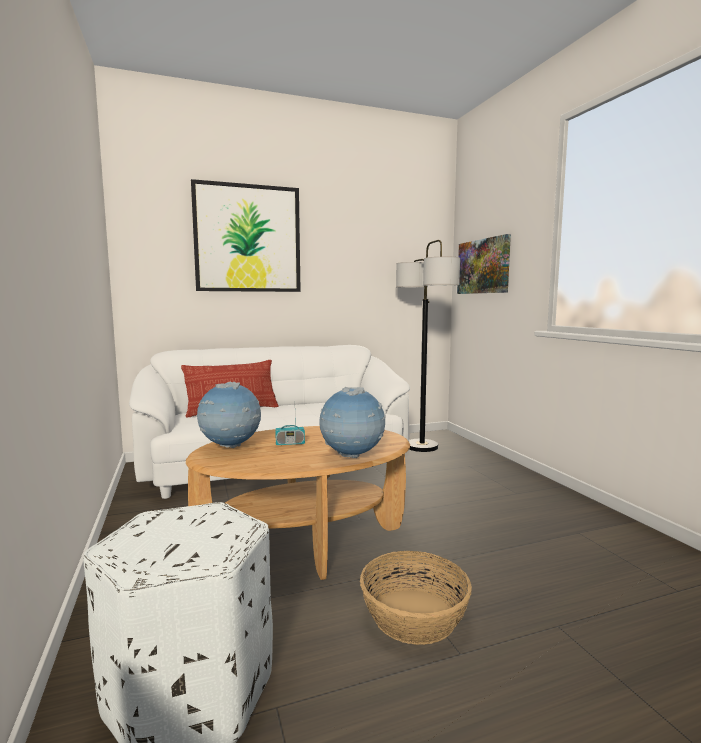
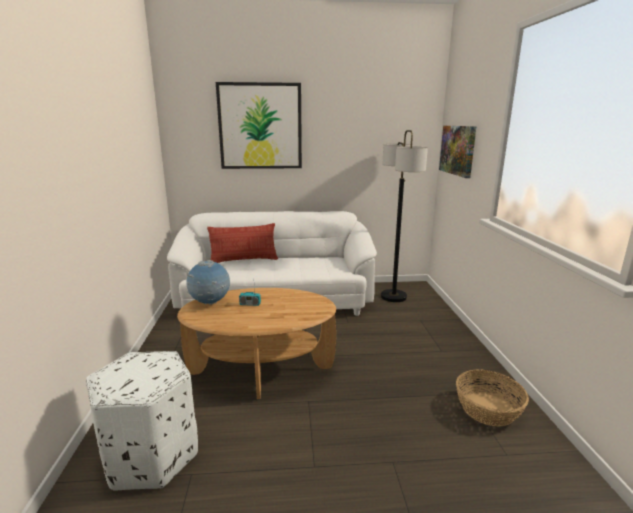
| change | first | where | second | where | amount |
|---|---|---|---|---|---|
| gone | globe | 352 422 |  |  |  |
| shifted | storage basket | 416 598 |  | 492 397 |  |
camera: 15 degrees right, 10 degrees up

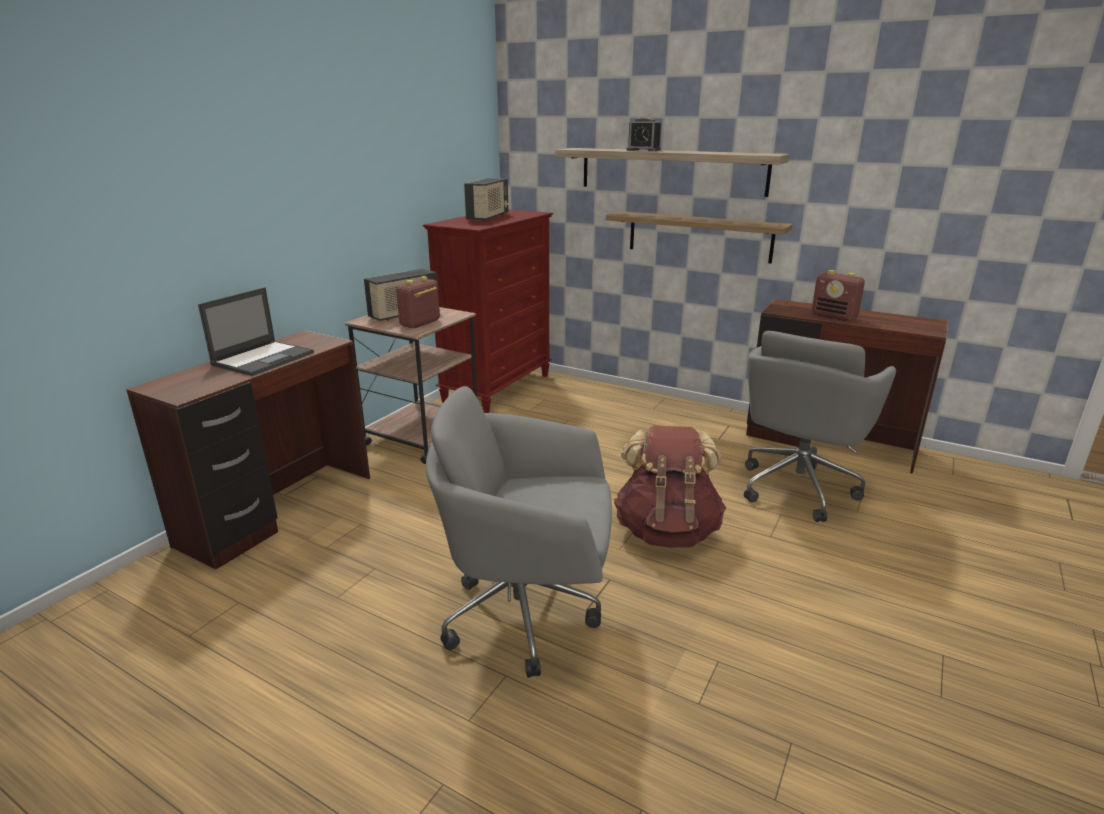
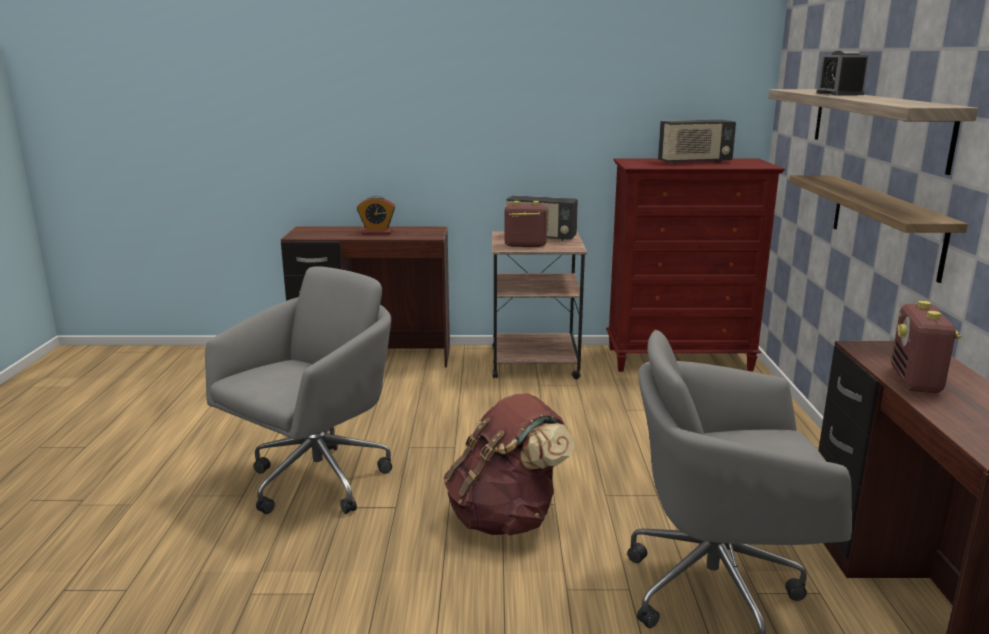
| change | first | where | second | where | amount |
|---|---|---|---|---|---|
| swapped | laptop | 256 331 | table clock | 376 215 |  |
| rotated | desk chair (greyish) | 519 532 |  | 298 390 | 60 degrees clockwise |
camera: 60 degrees right, 5 degrees down

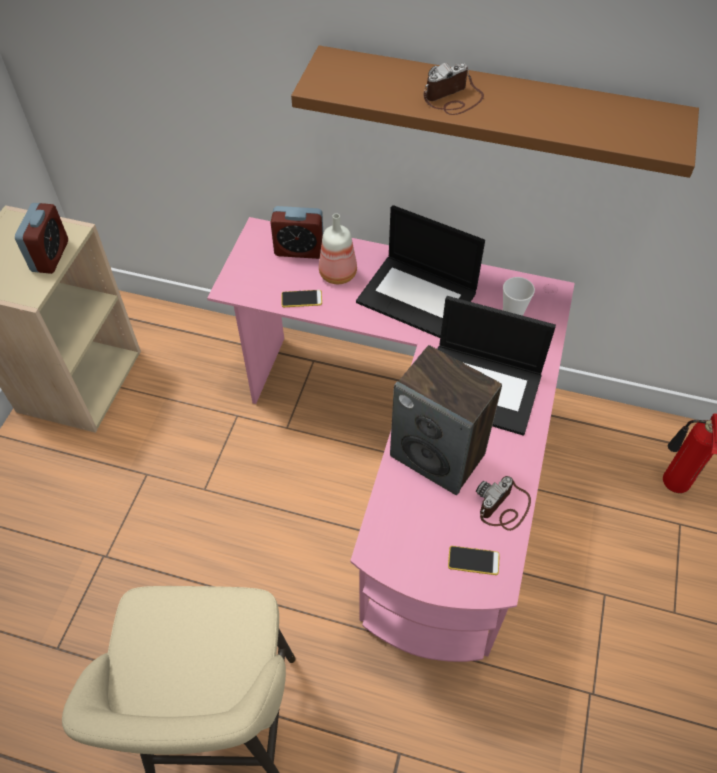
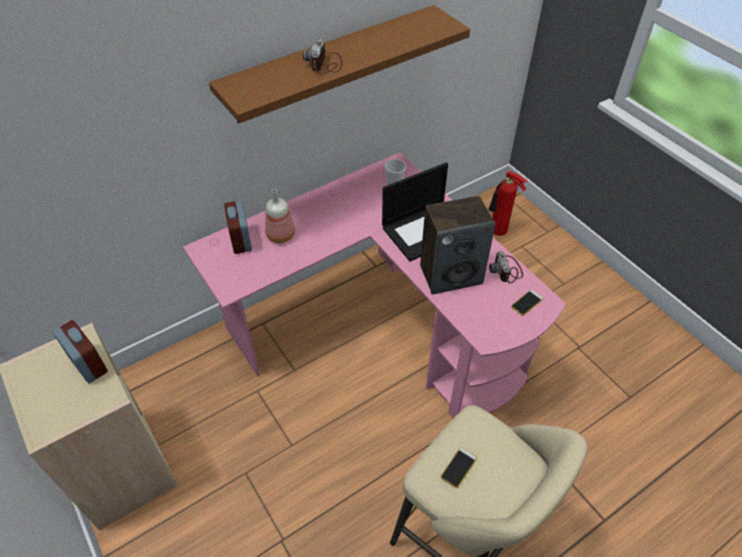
| change | first | where | second | where | amount |
|---|---|---|---|---|---|
| rotated | table clock | 296 232 |  | 238 227 | 120 degrees clockwise |
| shifted | handset | 301 298 |  | 459 467 |  |
| gone | laptop | 420 271 |  |  |  |
camera: 50 degrees left, 5 degrees down

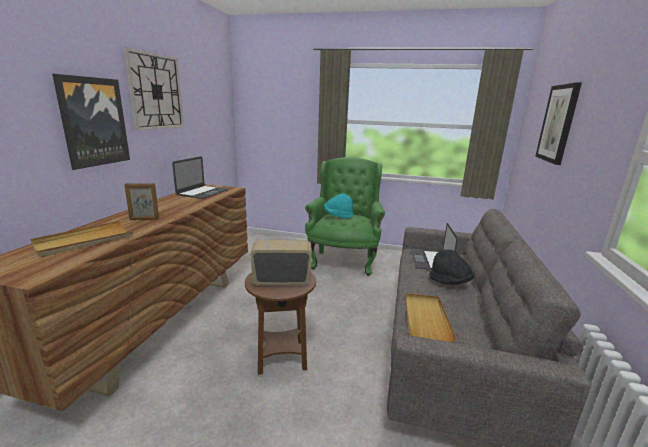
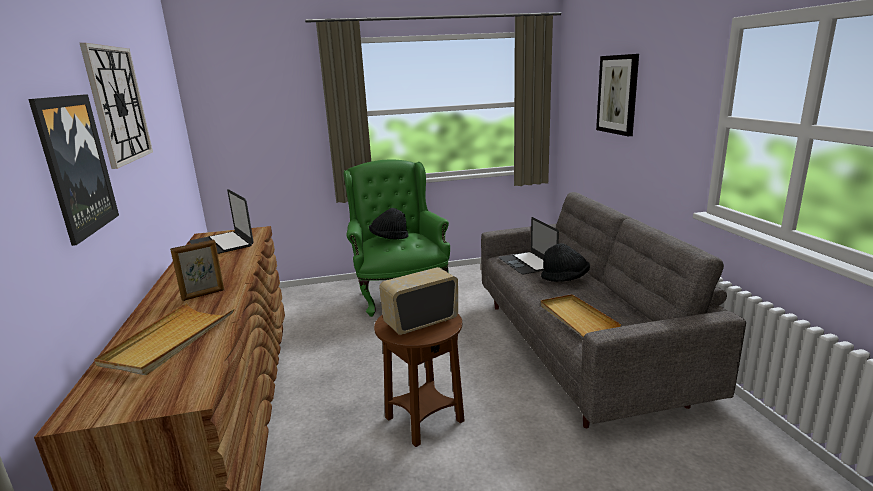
| change | first | where | second | where | amount |
|---|---|---|---|---|---|
| rotated | laptop | 200 178 |  | 221 221 | 150 degrees clockwise |
| repainted | wearable hat (turquoise) | 338 205 | wearable hat (blackish) | 388 224 |  |
camera: 25 degrees left, 0 degrees up

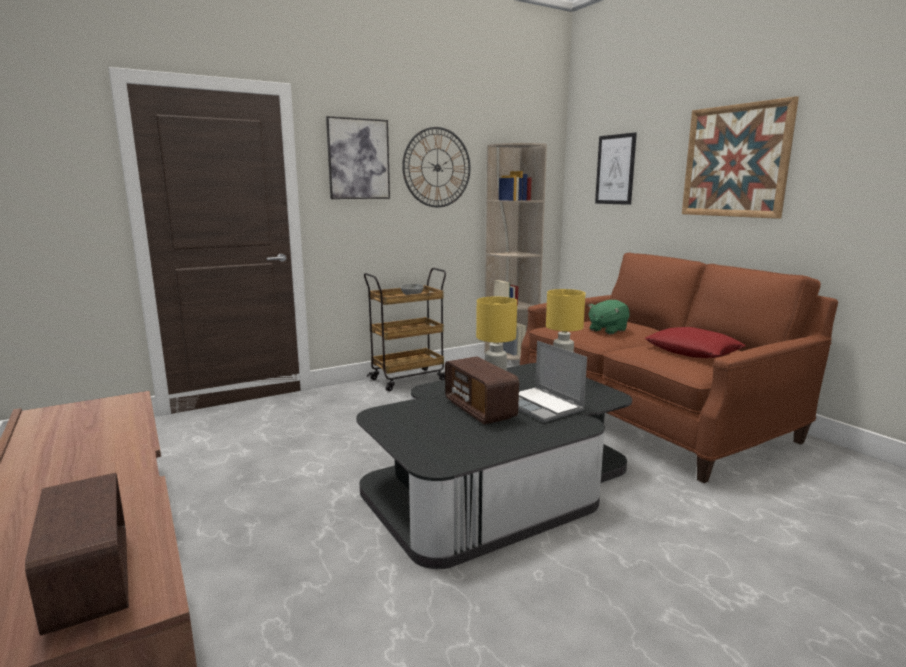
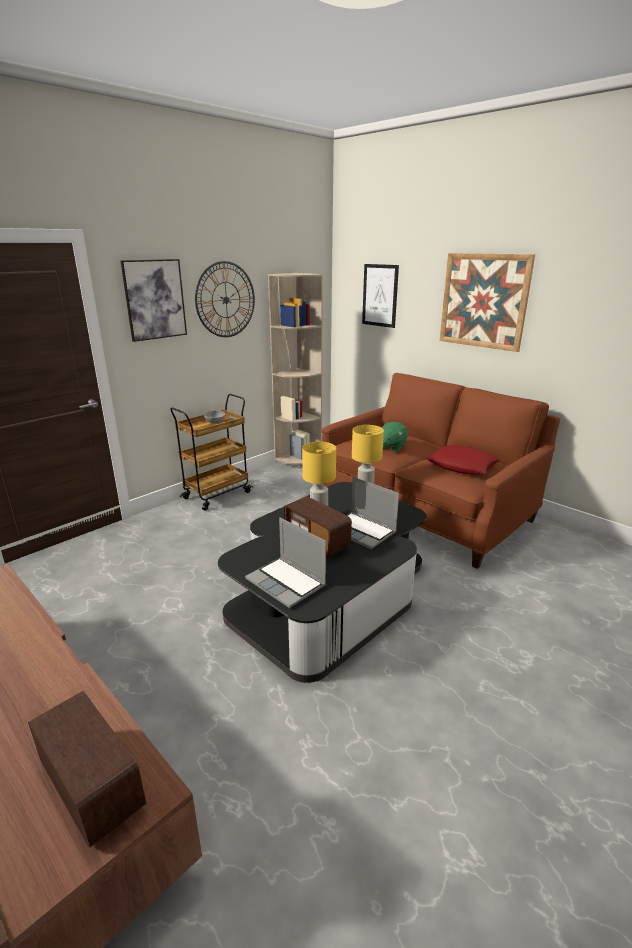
| change | first | where | second | where | amount |
|---|---|---|---|---|---|
| new |  |  | laptop | 285 562 |  |
camera: 15 degrees left, 10 degrees up

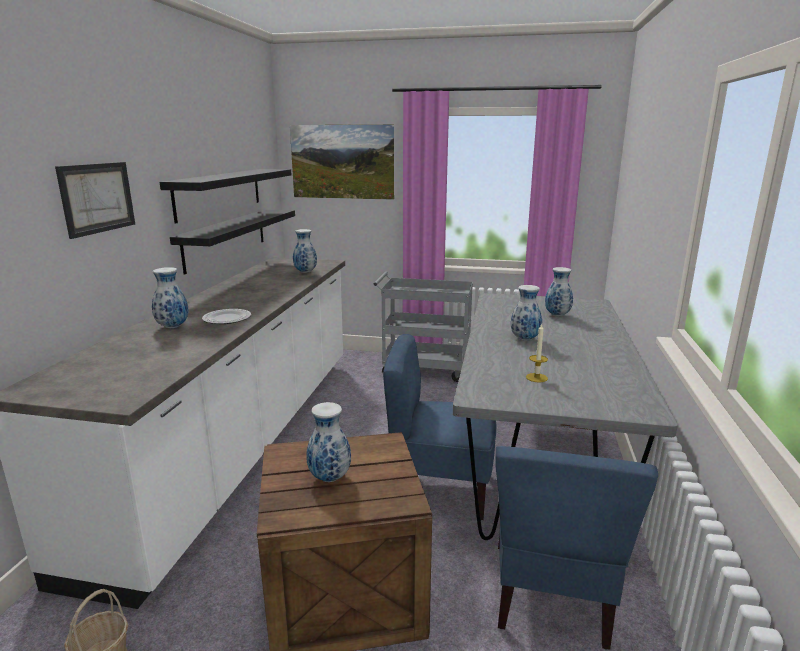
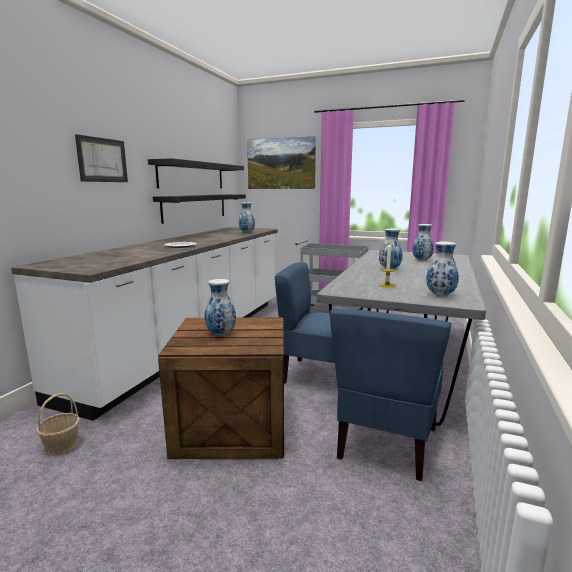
| change | first | where | second | where | amount |
|---|---|---|---|---|---|
| shifted | flower vase | 170 297 |  | 442 269 |  |
camera: 10 degrees right, 5 degrees down

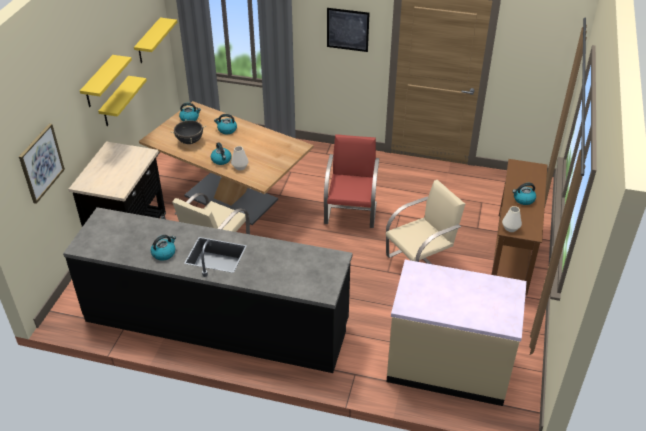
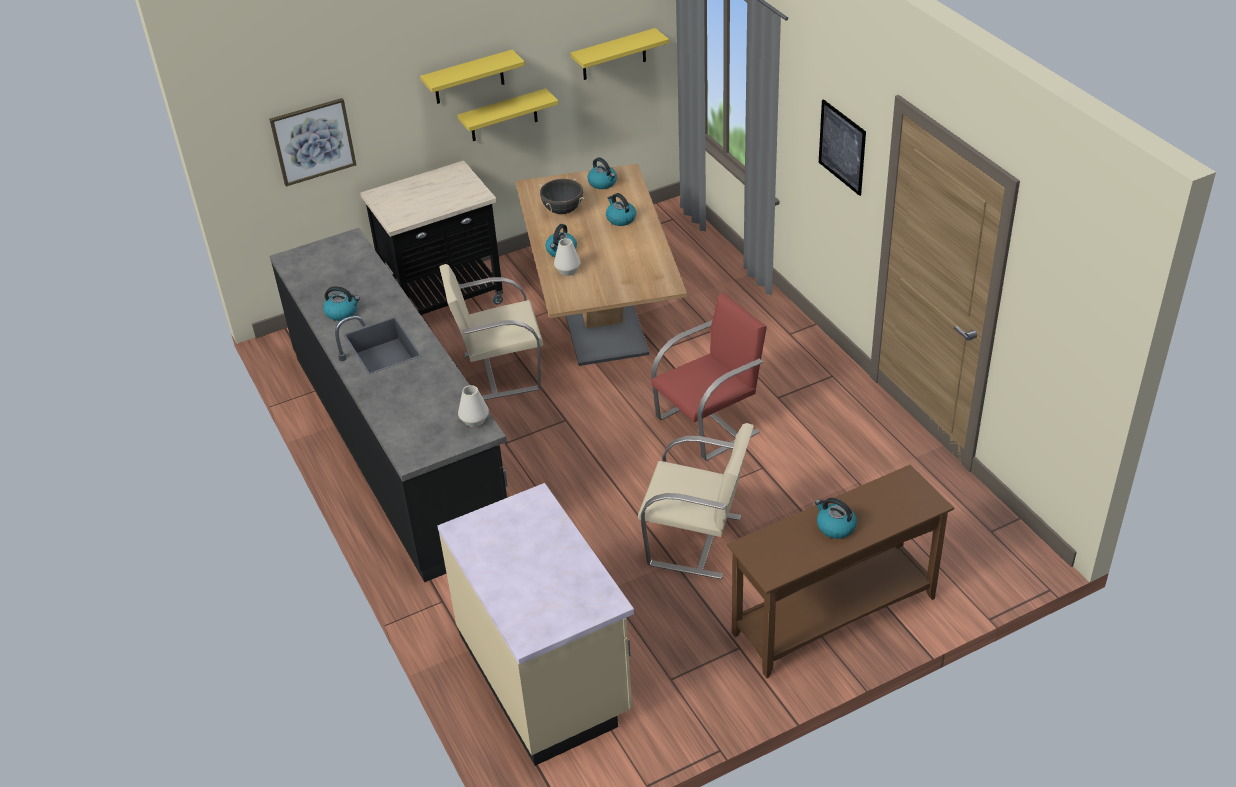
| change | first | where | second | where | amount |
|---|---|---|---|---|---|
| shifted | flower vase (white) | 512 219 |  | 473 406 |  |
camera: 50 degrees right, 0 degrees up

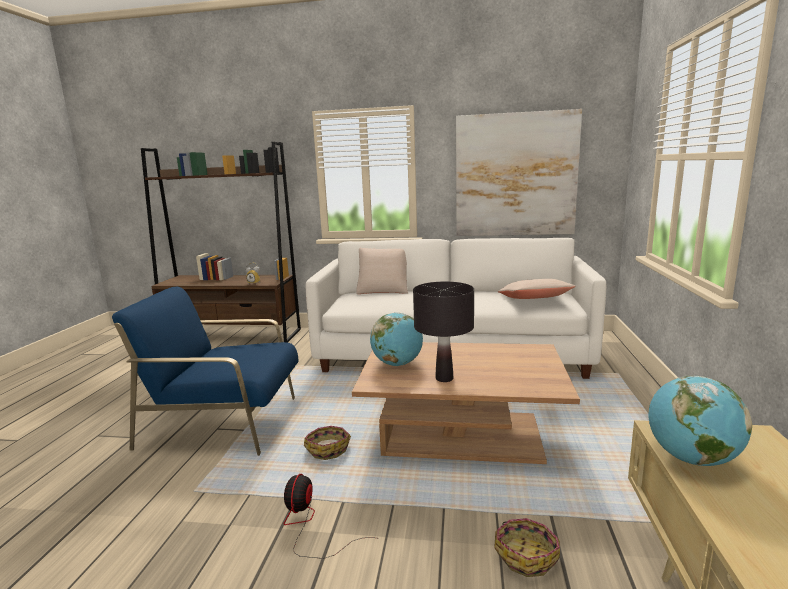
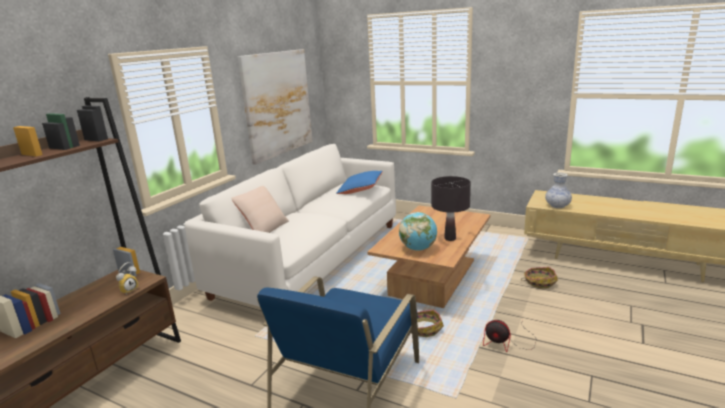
| change | first | where | second | where | amount |
|---|---|---|---|---|---|
| repainted | cushion (beige-coloured) | 537 289 | cushion (blue-coloured) | 359 182 |  |
| swapped | globe | 700 421 | flower vase | 558 190 |  |
camera: 70 degrees left, 5 degrees up

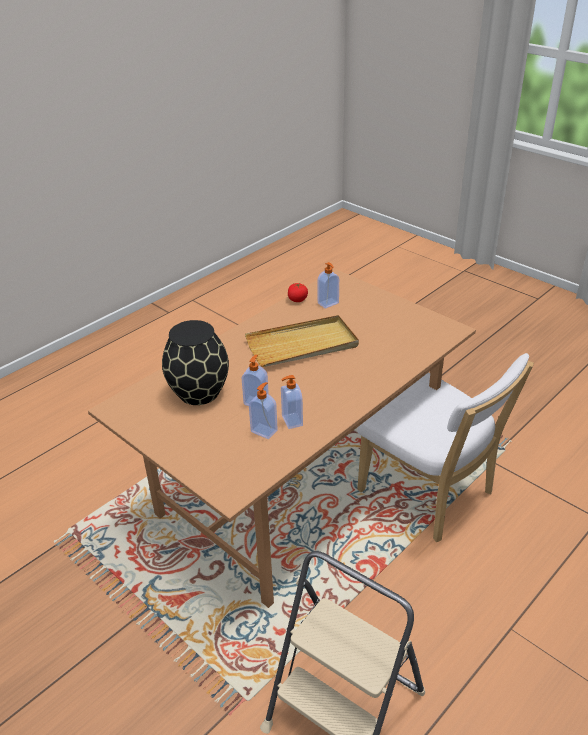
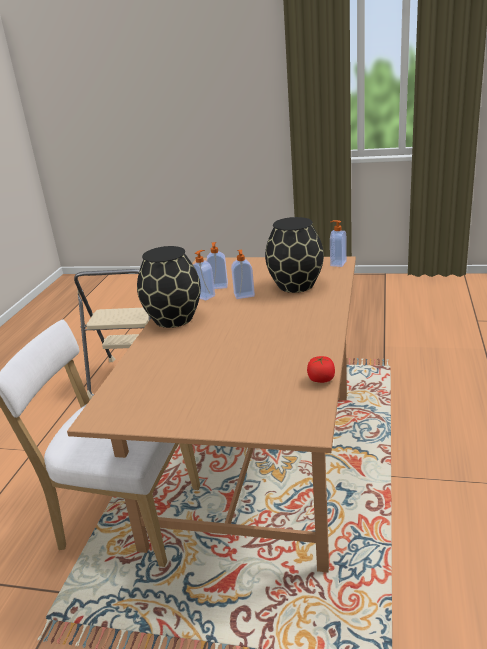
| change | first | where | second | where | amount |
|---|---|---|---|---|---|
| gone | carrying tray (beige-coloured) | 302 341 |  |  |  |
| shifted | soap dispenser | 328 285 |  | 338 243 |  |
| new |  |  | flower vase (blackish) | 169 287 |  |
camera: 150 degrees right, 10 degrees down

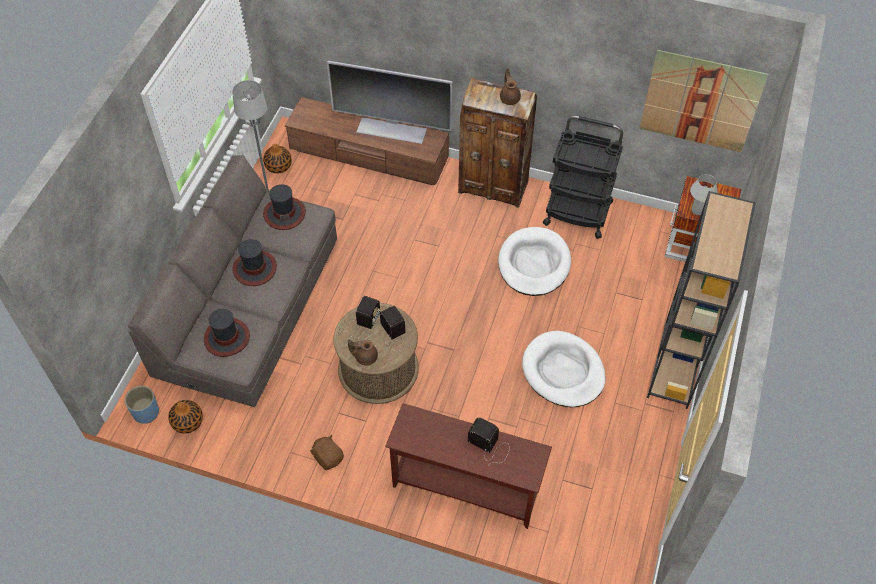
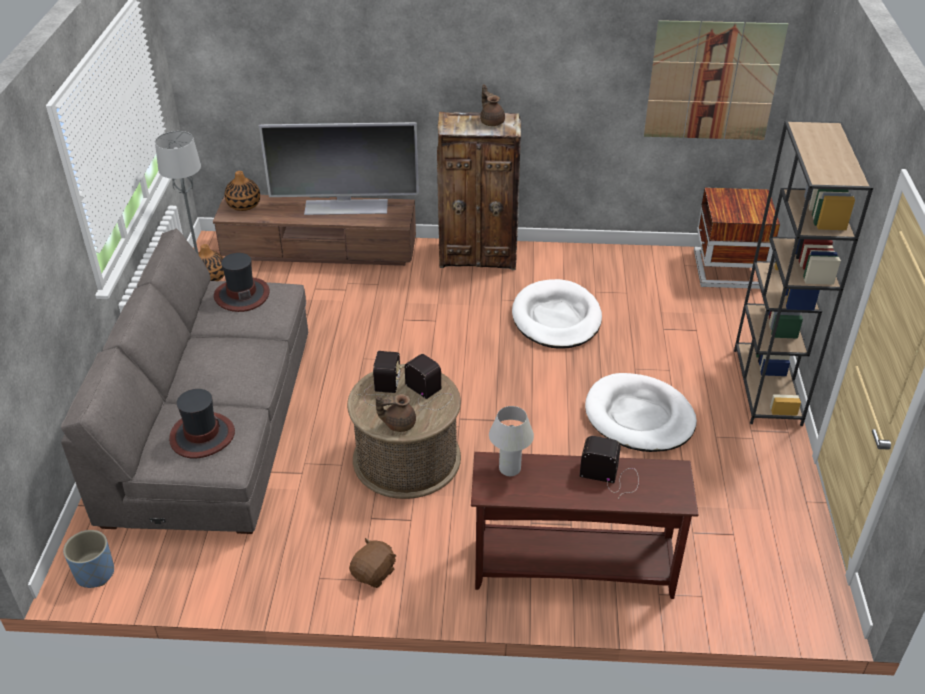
| change | first | where | second | where | amount |
|---|---|---|---|---|---|
| shifted | flower vase | 185 417 |  | 242 191 |  |
| gone | wearable hat | 254 262 |  |  |  |
| rotated | soft toy (brown-coloured) | 327 452 |  | 372 563 | 90 degrees clockwise |
| gone | trolley (blackish) | 583 177 |  |  |  |
| shifted | table lamp (white) | 704 194 |  | 511 441 |  |
camera: 15 degrees left, 15 degrees down

